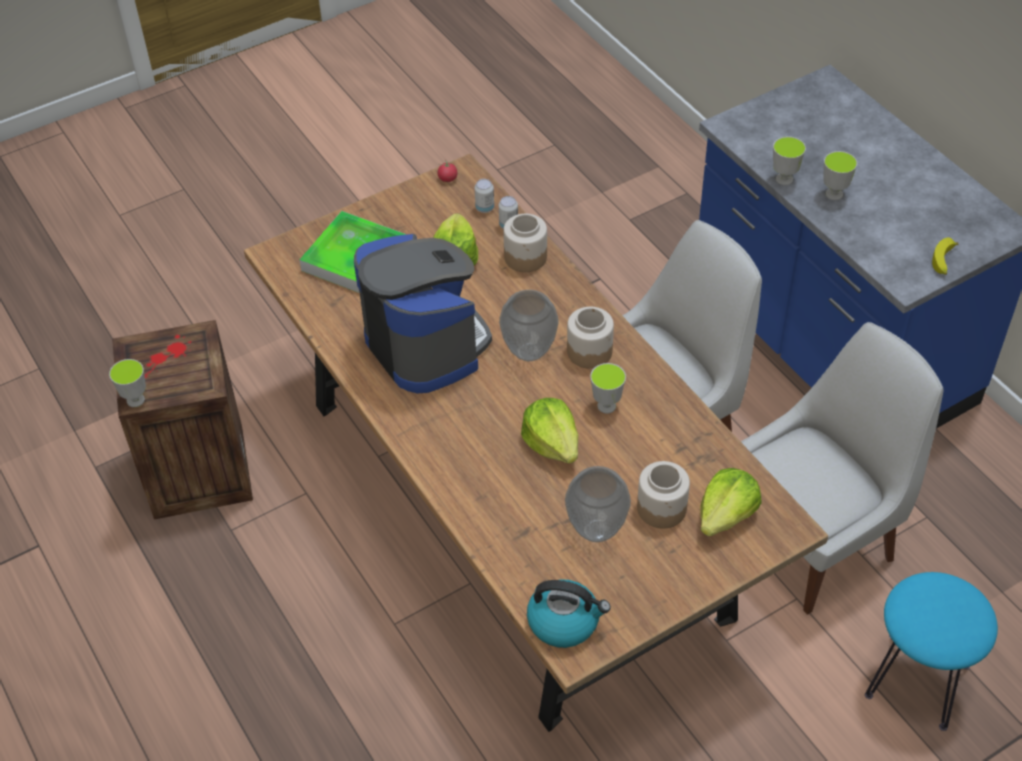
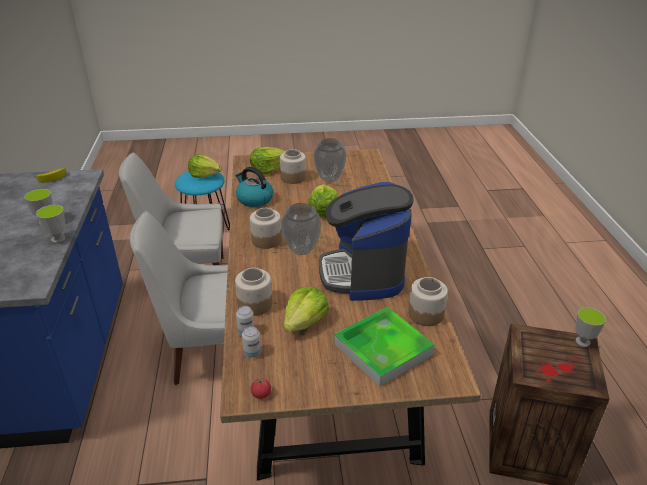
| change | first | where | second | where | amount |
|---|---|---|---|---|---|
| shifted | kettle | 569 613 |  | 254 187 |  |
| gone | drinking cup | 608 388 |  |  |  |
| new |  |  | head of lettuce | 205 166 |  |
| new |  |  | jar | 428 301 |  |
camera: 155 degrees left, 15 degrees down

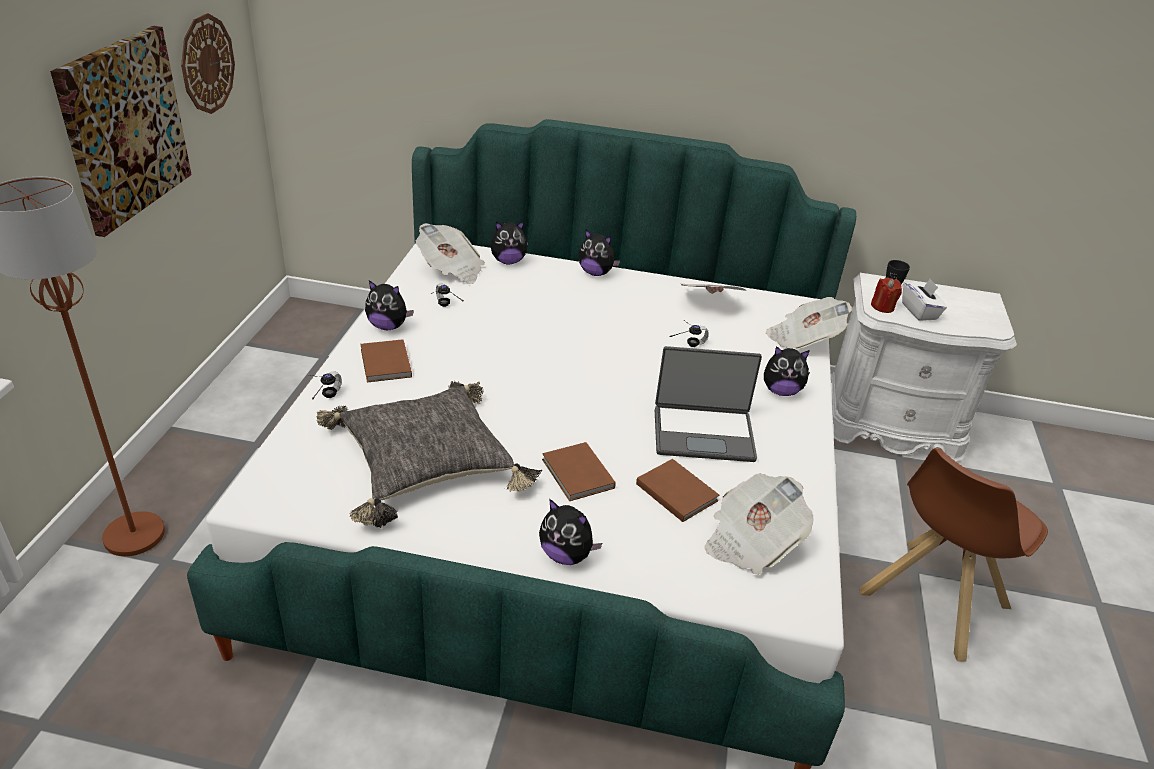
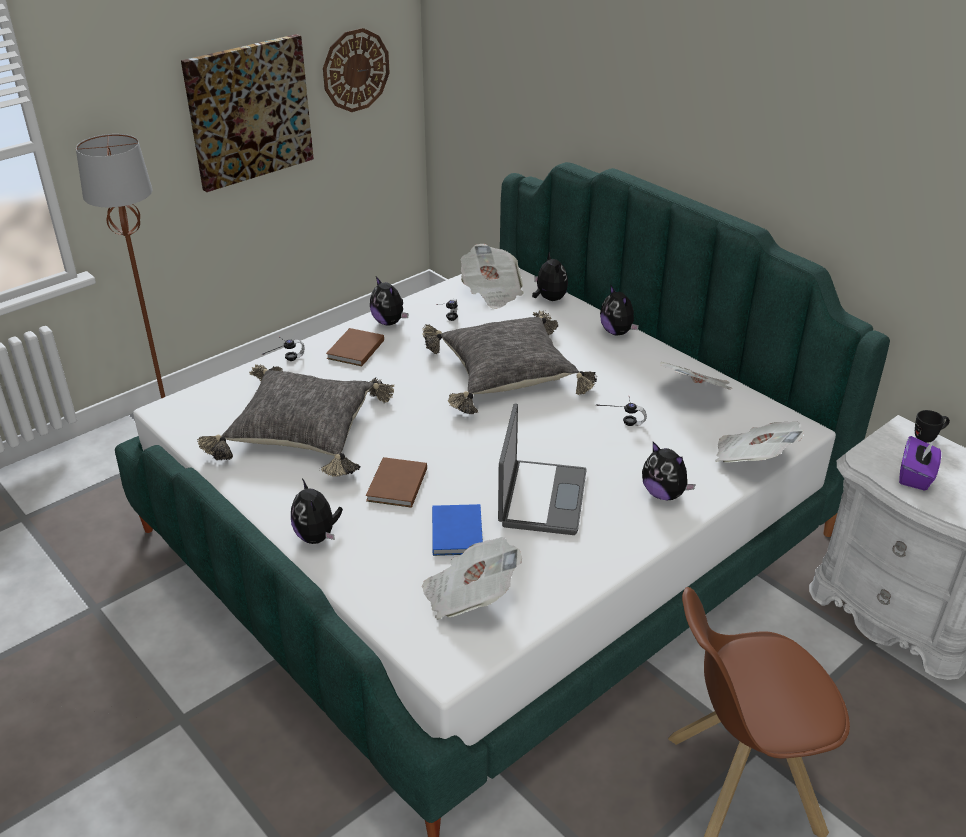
| change | first | where | second | where | amount |
|---|---|---|---|---|---|
| rotated | soft toy | 509 242 |  | 550 276 | 135 degrees counterclockwise |
| repainted | book (brown-coloured) | 677 490 | book (blue-coloured) | 457 530 |  |
| rotated | laptop | 708 404 |  | 542 469 | 120 degrees counterclockwise |
| gone | candle (reddish) | 886 295 |  |  |  |
| repainted | box of tissues (white) | 924 300 | box of tissues (purple-coloured) | 920 463 |  |
| new |  |  | cushion | 510 363 |  |
camera: 40 degrees right, 0 degrees up

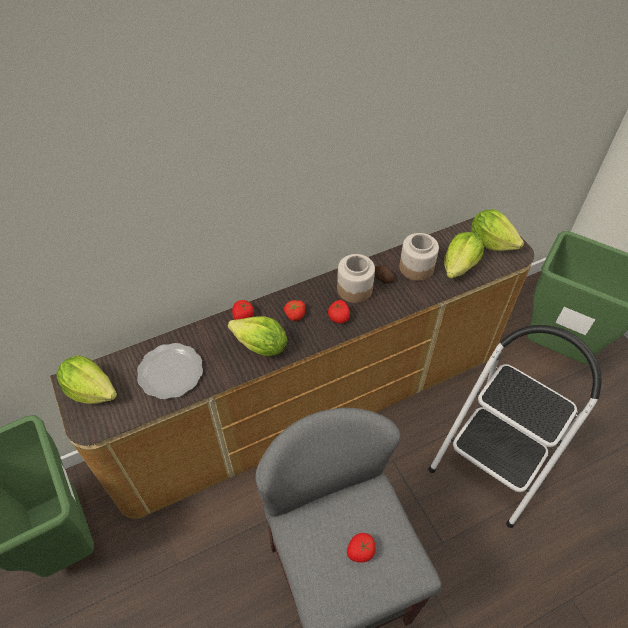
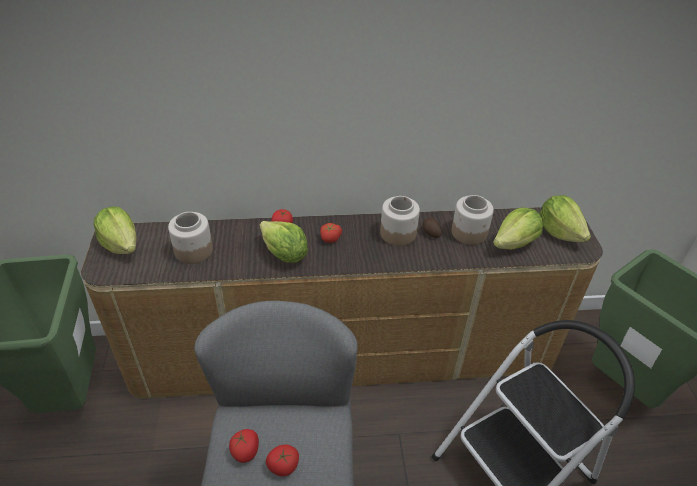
| change | first | where | second | where | amount |
|---|---|---|---|---|---|
| swapped | dinner plate | 170 371 | jar | 190 238 |  |
| shifted | whole tomato | 339 312 |  | 244 446 |  |
camera: 20 degrees right, 10 degrees down

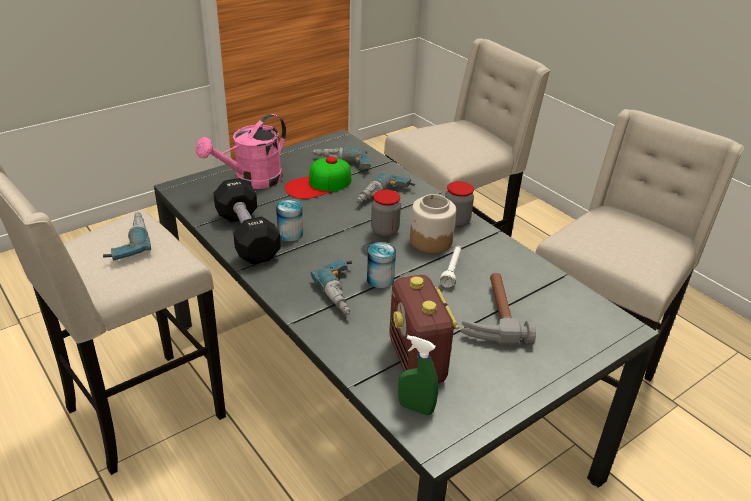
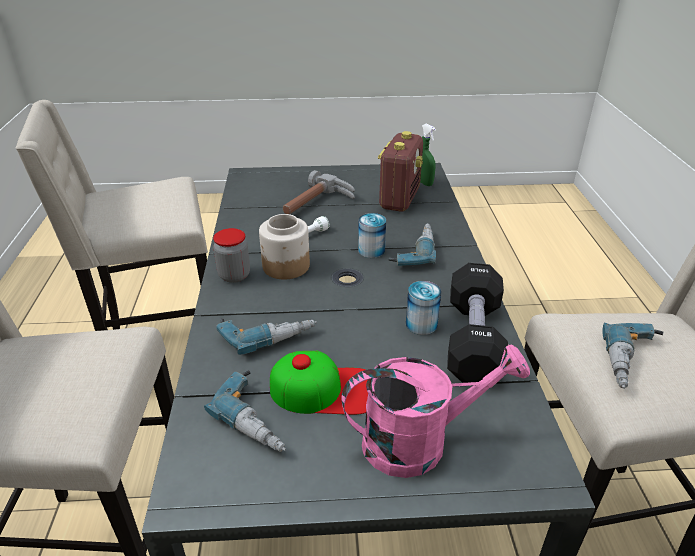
| change | first | where | second | where | amount |
|---|---|---|---|---|---|
| gone | jar | 386 213 |  |  |  |
camera: 145 degrees left, 0 degrees up

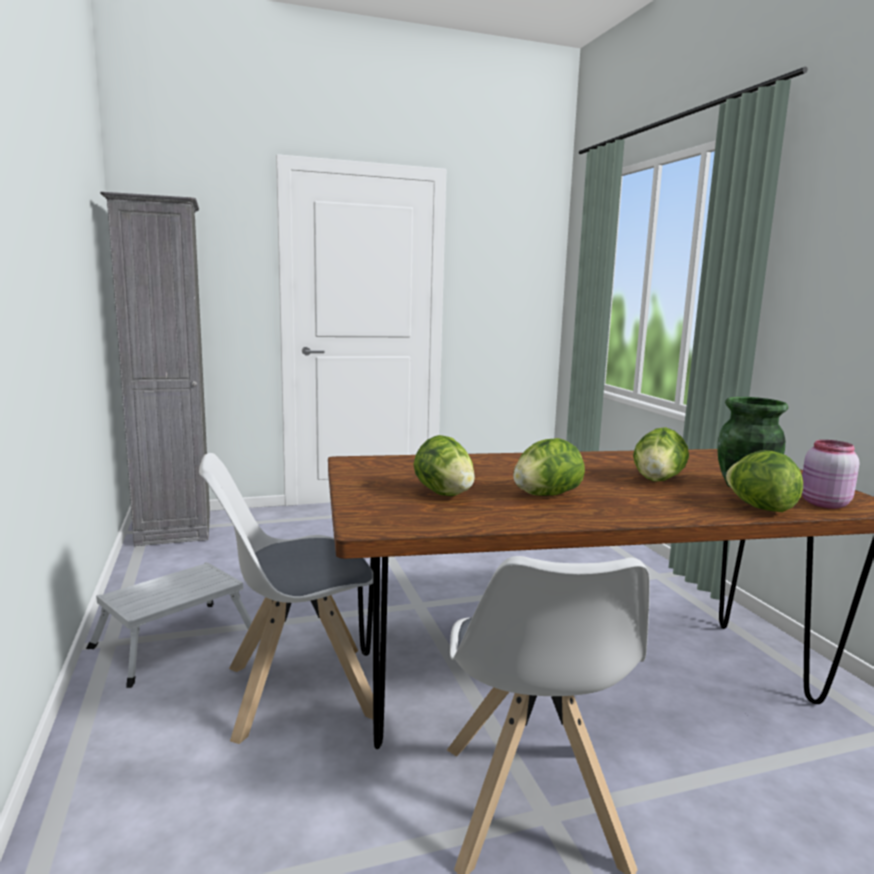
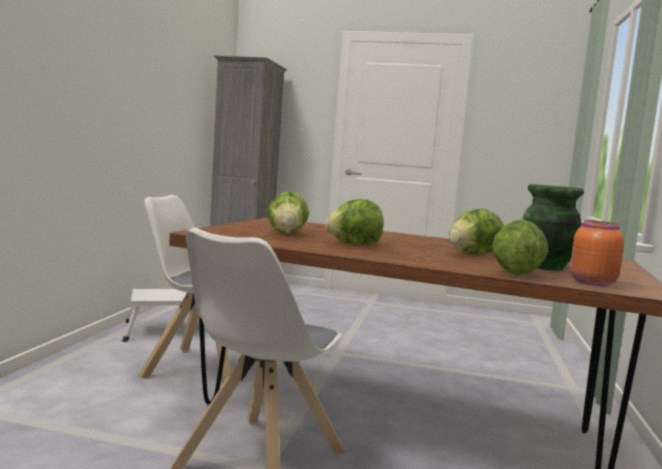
| change | first | where | second | where | amount |
|---|---|---|---|---|---|
| repainted | jar (pink) | 830 474 | jar (orange-coloured) | 597 253 |  |
camera: 30 degrees right, 5 degrees down

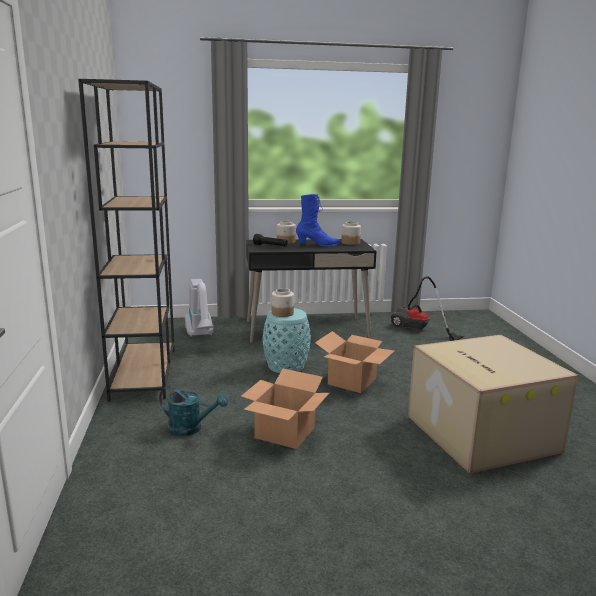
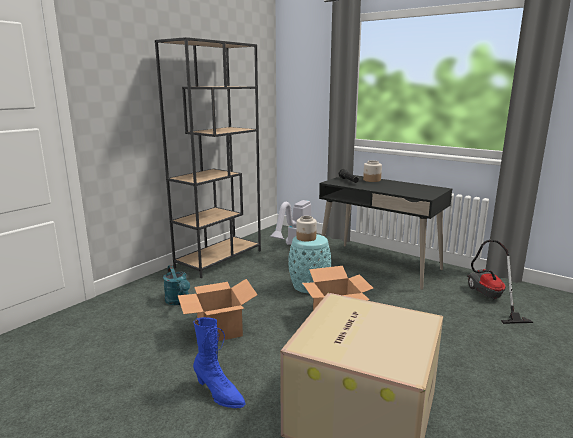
| change | first | where | second | where | amount |
|---|---|---|---|---|---|
| shifted | boot (blue-coloured) | 318 220 |  | 219 362 |  |
| gone | jar | 351 233 |  |  |  |
camera: 45 degrees right, 0 degrees up

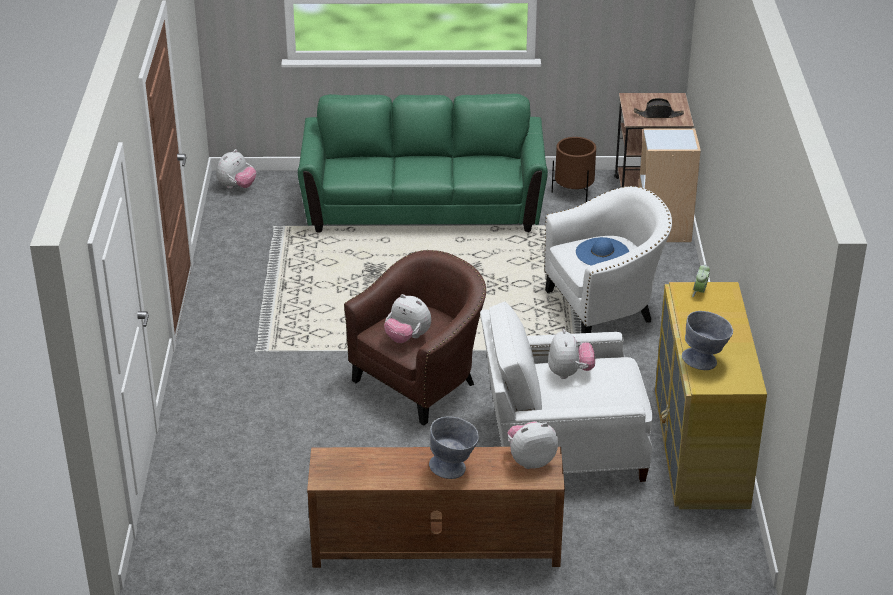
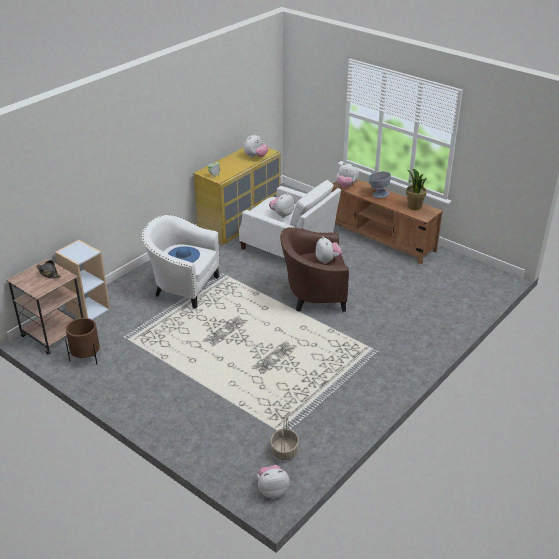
| change | first | where | second | where | amount |
|---|---|---|---|---|---|
| gone | settee (greenish) | 423 163 |  |  |  |
| swapped | serving bowl (greyish) | 707 340 | soft toy | 256 145 |  |
| new |  |  | storage basket | 284 439 |  |
| new |  |  | potted plant | 416 189 |  |
camera: 140 degrees left, 0 degrees up

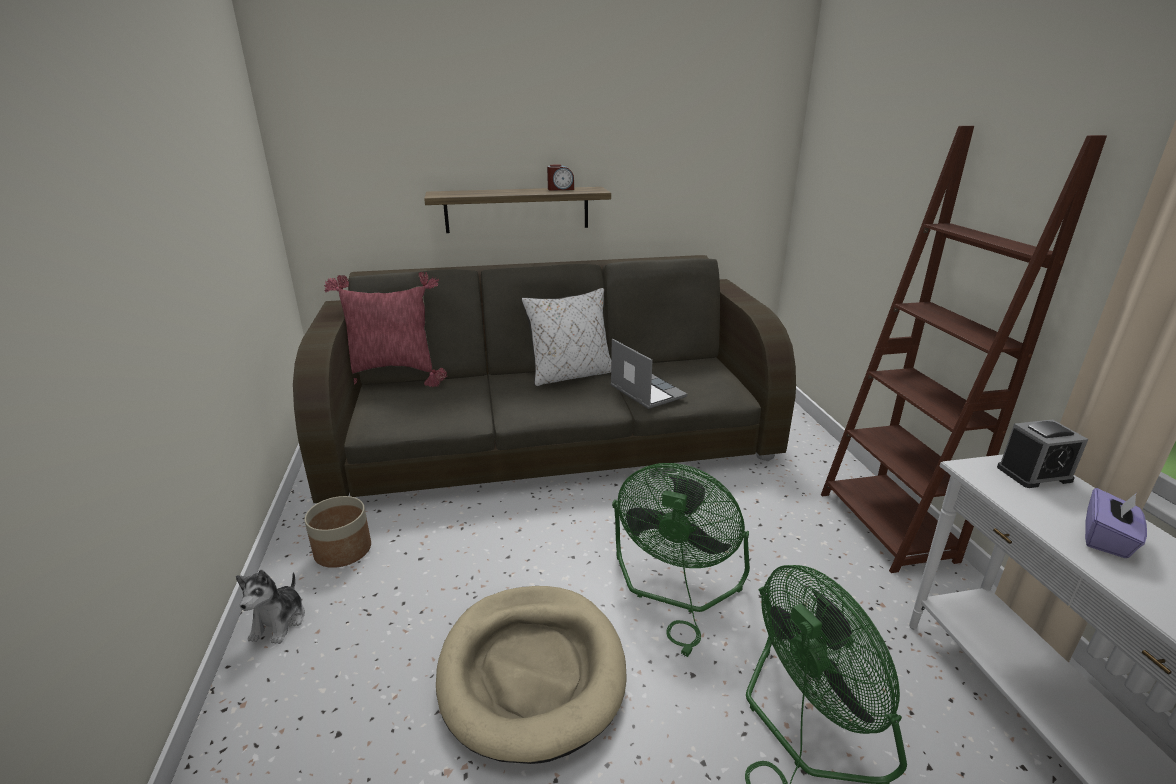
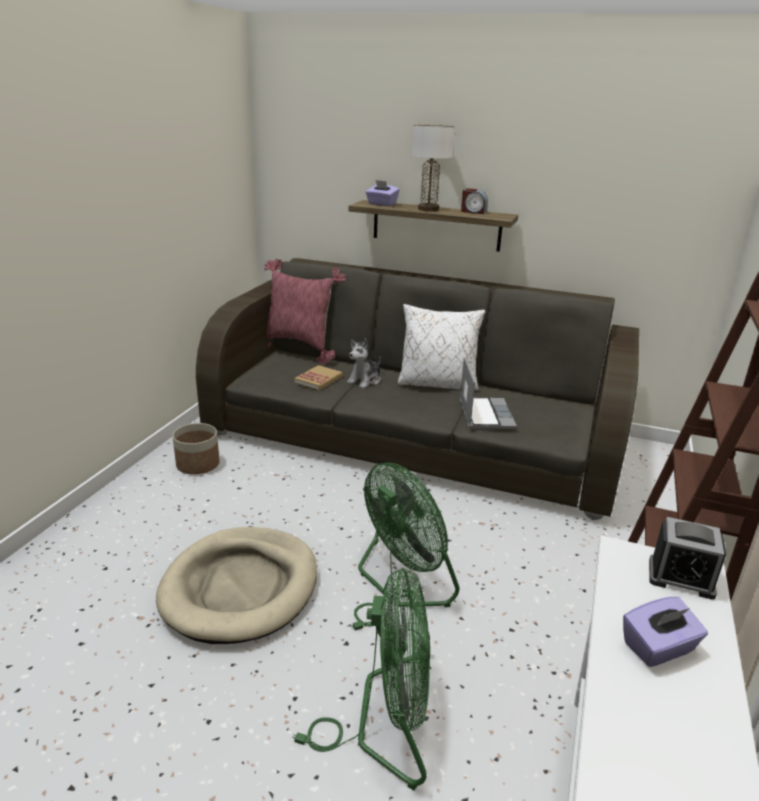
| change | first | where | second | where | amount |
|---|---|---|---|---|---|
| shifted | soft toy | 270 607 |  | 364 363 |  |
| new |  |  | book | 318 377 |  |
| new |  |  | box of tissues (purple-coloured) | 382 193 |  |
| new |  |  | table lamp | 433 168 |  |
camera: 30 degrees right, 0 degrees up

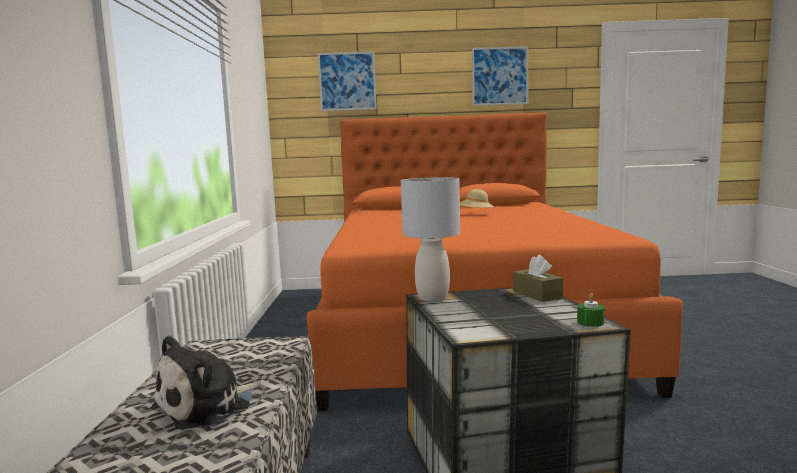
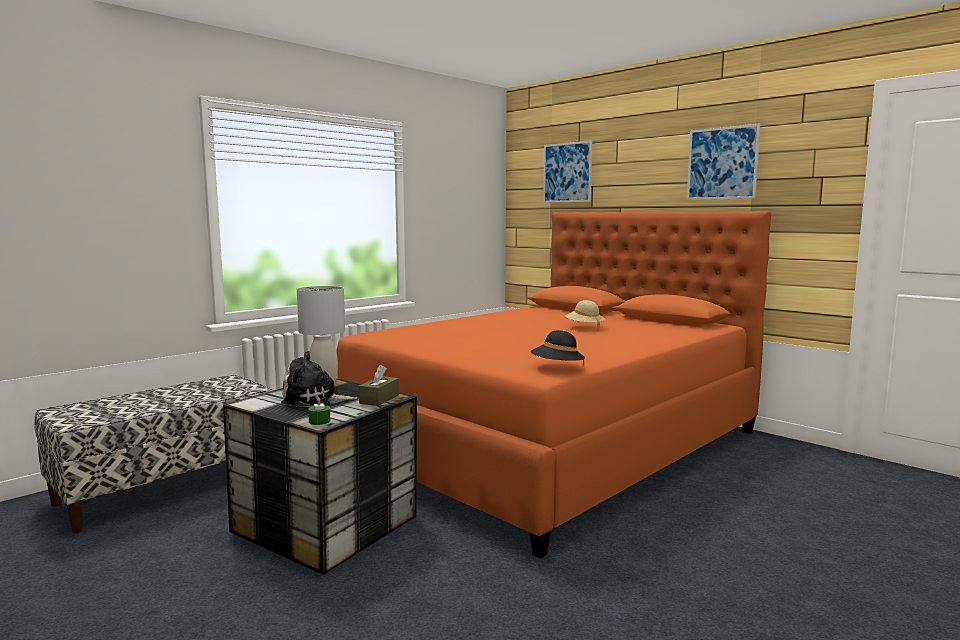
| change | first | where | second | where | amount |
|---|---|---|---|---|---|
| shifted | soft toy | 206 382 |  | 319 379 |  |
| new |  |  | wearable hat (blackish) | 558 348 |  |
camera: 45 degrees right, 0 degrees up

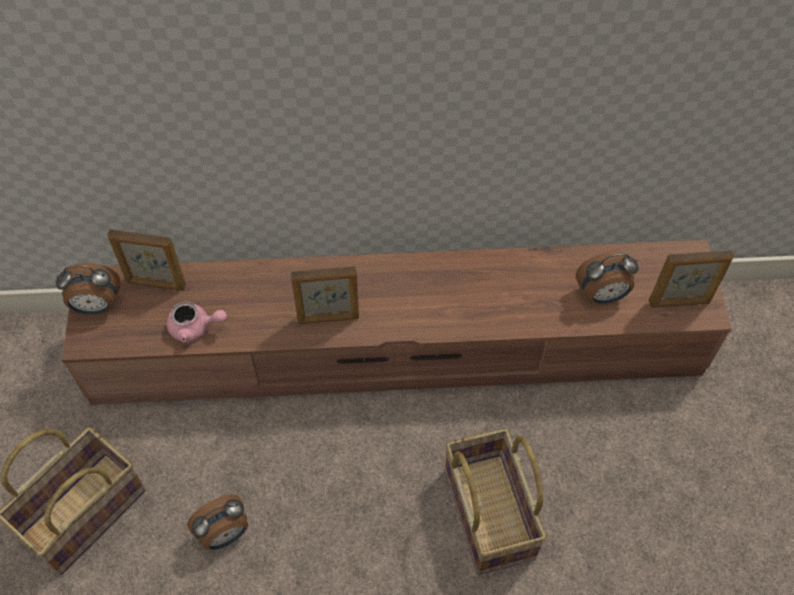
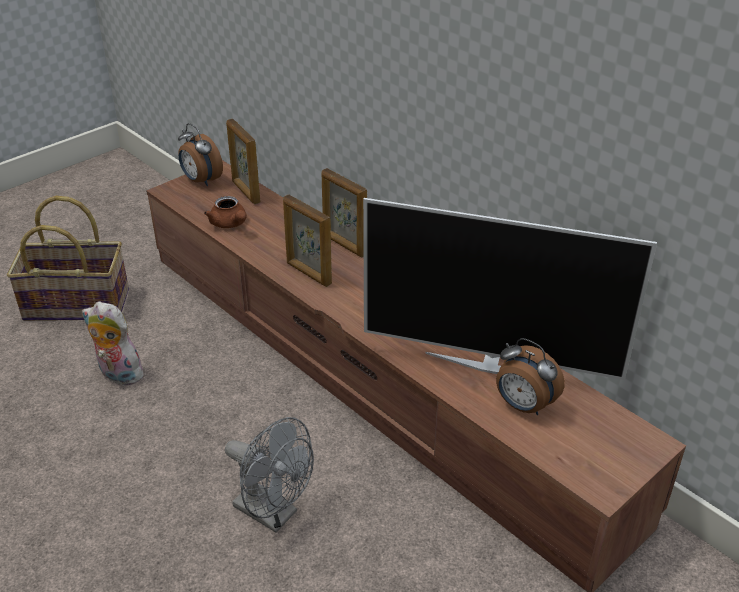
| change | first | where | second | where | amount |
|---|---|---|---|---|---|
| repainted | teapot (pink) | 197 322 | teapot (brown-coloured) | 225 212 |  |
| swapped | table clock | 217 522 | soft toy | 114 343 |  |
| swapped | storage basket | 496 501 | cooling fan (greyish) | 269 475 |  |
| shifted | photo frame | 691 279 |  | 344 212 |  |
| new |  |  | TV set | 510 289 |  |
camera: 50 degrees right, 20 degrees down

